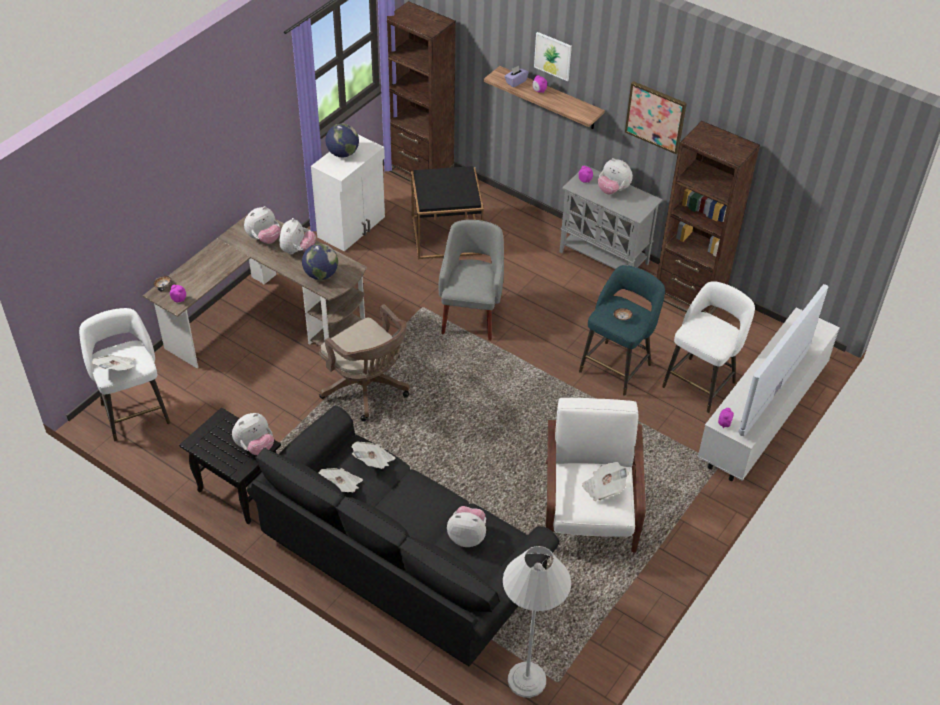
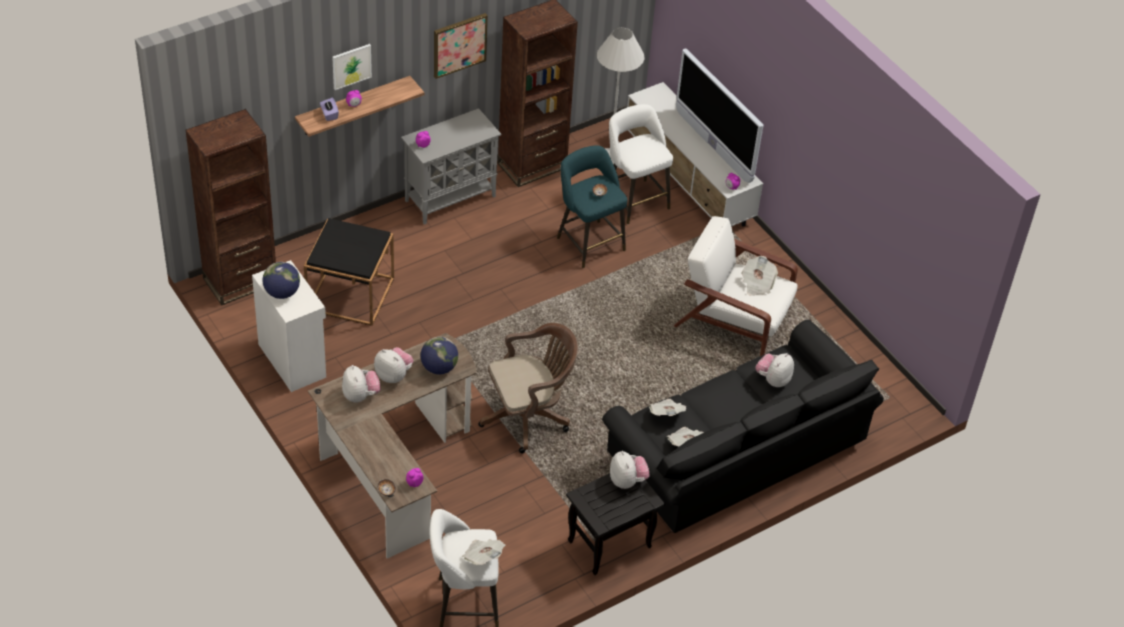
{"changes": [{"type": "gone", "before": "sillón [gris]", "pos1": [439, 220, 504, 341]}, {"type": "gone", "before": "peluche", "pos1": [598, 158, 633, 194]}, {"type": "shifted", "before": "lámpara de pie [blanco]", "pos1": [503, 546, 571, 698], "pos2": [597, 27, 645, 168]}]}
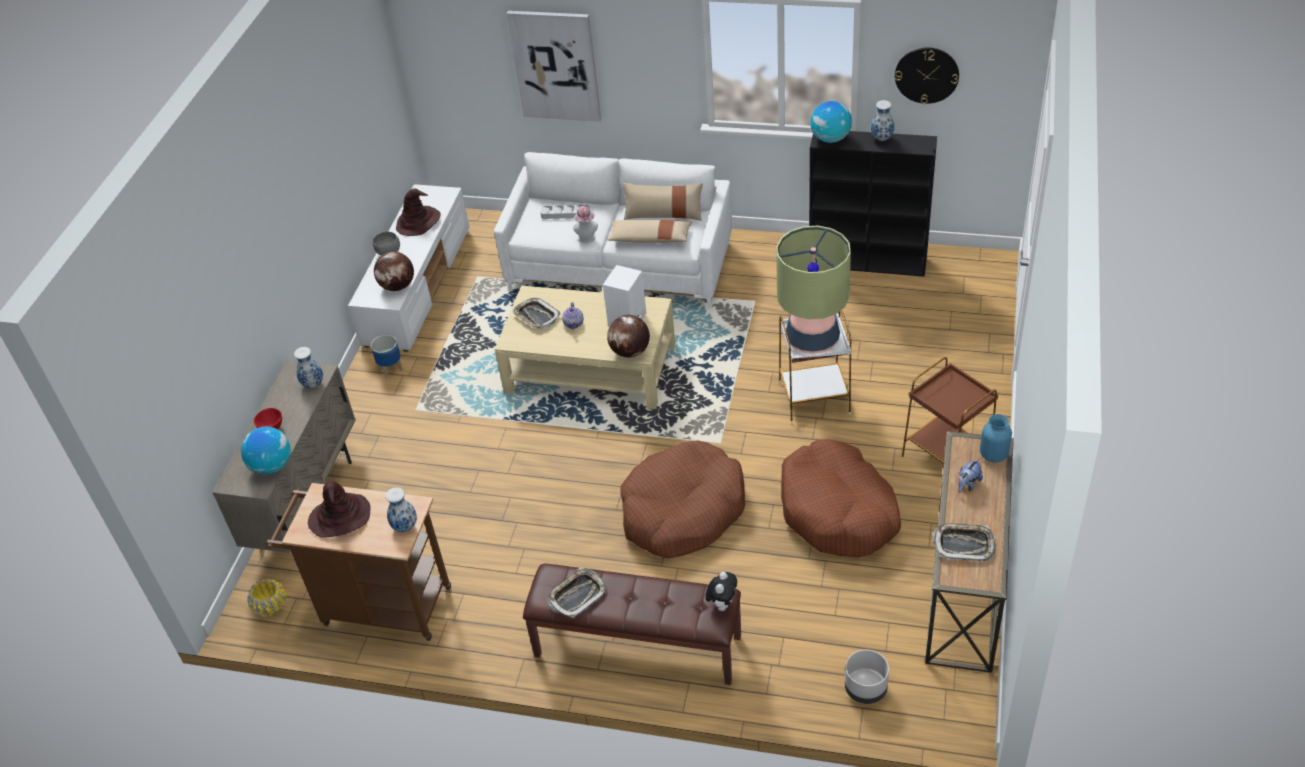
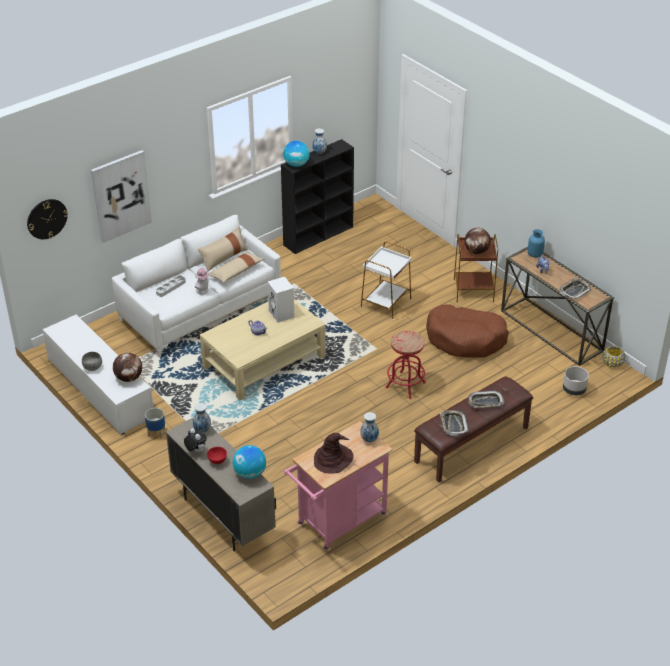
{"changes": [{"type": "gone", "before": "sombrero [marrón]", "pos1": [396, 189, 441, 236]}, {"type": "gone", "before": "lámpara de mesa", "pos1": [776, 225, 851, 354]}, {"type": "shifted", "before": "maceta [amarillo]", "pos1": [247, 579, 287, 617], "pos2": [602, 346, 626, 368]}, {"type": "shifted", "before": "bandeja", "pos1": [512, 298, 561, 329], "pos2": [468, 391, 504, 408]}, {"type": "shifted", "before": "globo terráqueo", "pos1": [607, 315, 650, 358], "pos2": [464, 228, 491, 254]}, {"type": "shifted", "before": "peluche", "pos1": [706, 572, 737, 611], "pos2": [184, 428, 207, 453]}, {"type": "shifted", "before": "reloj de pared", "pos1": [895, 47, 959, 104], "pos2": [27, 199, 68, 239]}, {"type": "swapped", "before": "cama para perro [marrón]", "after": "taburete [rojo]", "pos1": [620, 440, 745, 558], "pos2": [385, 331, 426, 399]}, {"type": "repainted", "before": "carrito [marrón]", "after": "carrito [rosa]", "pos1": [266, 483, 451, 641], "pos2": [284, 422, 393, 550]}]}
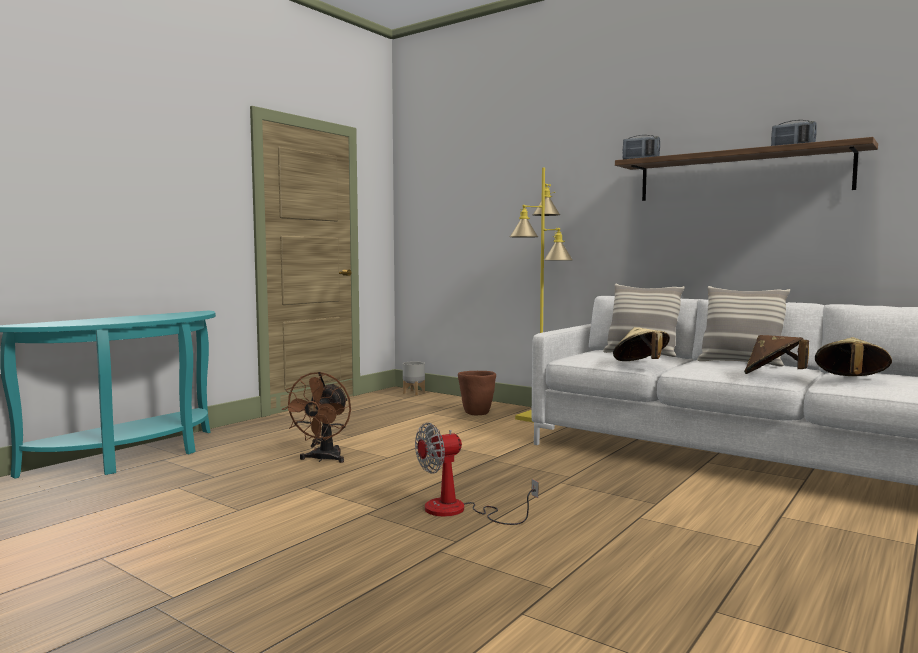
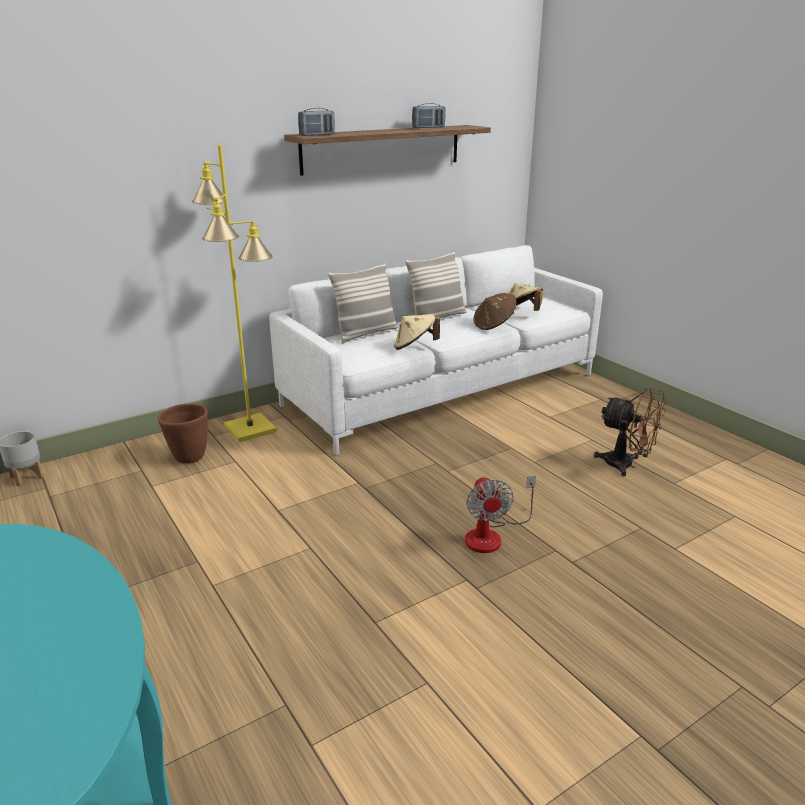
{"changes": [{"type": "shifted", "before": "ventilador [marrón]", "pos1": [282, 372, 351, 463], "pos2": [594, 387, 667, 477]}]}
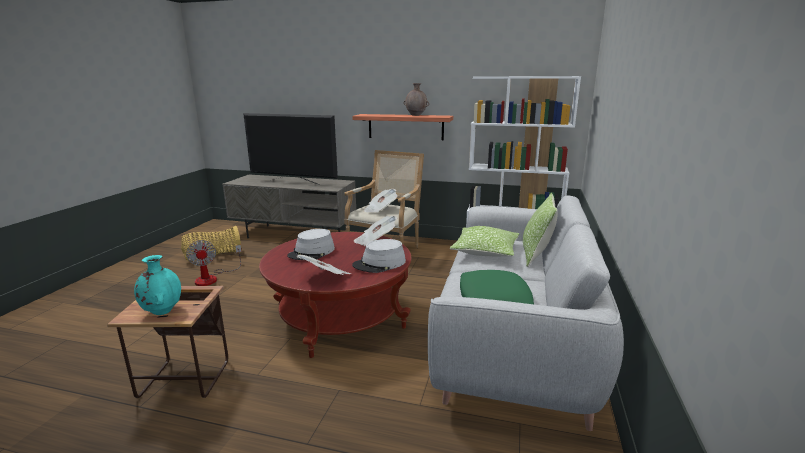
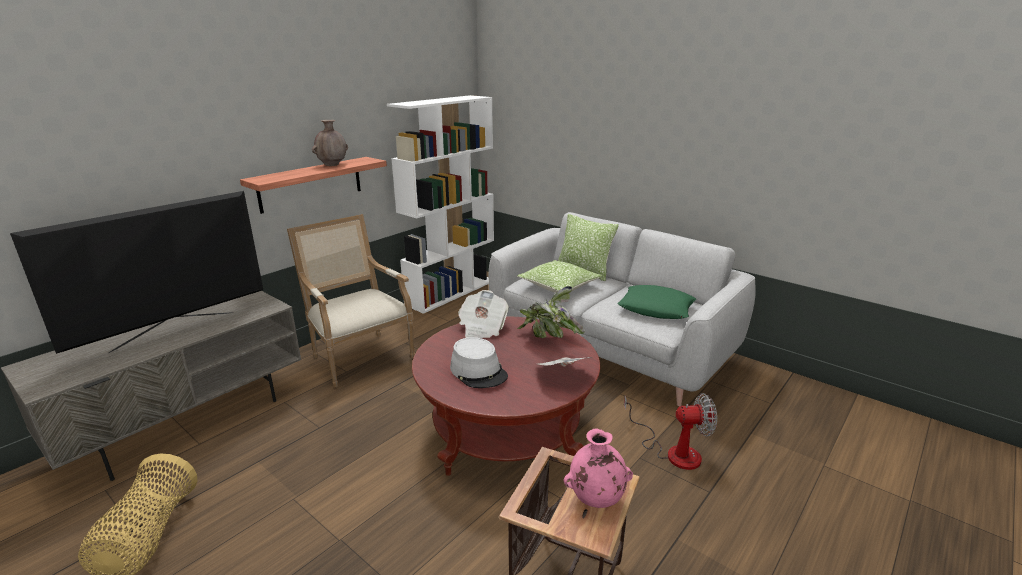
{"changes": [{"type": "gone", "before": "periódico", "pos1": [364, 189, 397, 213]}, {"type": "shifted", "before": "ventilador", "pos1": [186, 240, 242, 286], "pos2": [624, 393, 717, 470]}, {"type": "swapped", "before": "sombrero [gris]", "after": "planta en maceta", "pos1": [352, 239, 406, 273], "pos2": [517, 286, 585, 338]}, {"type": "repainted", "before": "florero [turquesa]", "after": "florero [rosa]", "pos1": [134, 255, 181, 315], "pos2": [564, 428, 633, 508]}]}
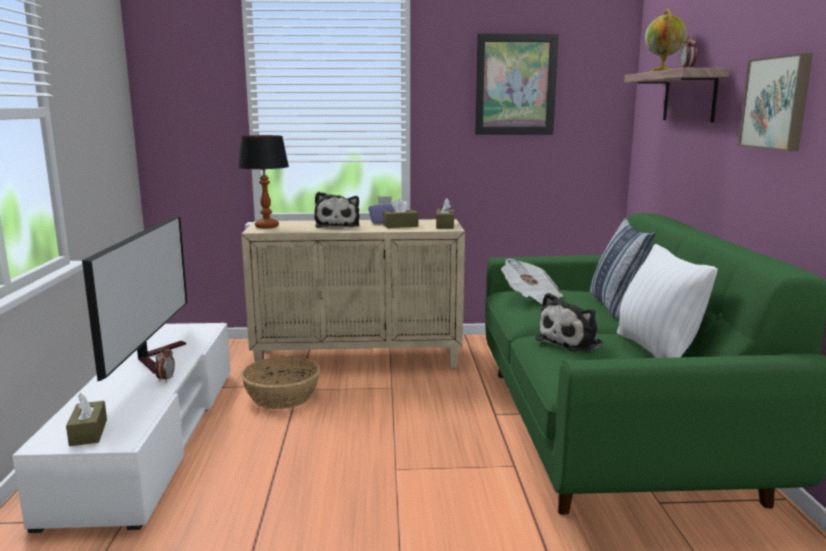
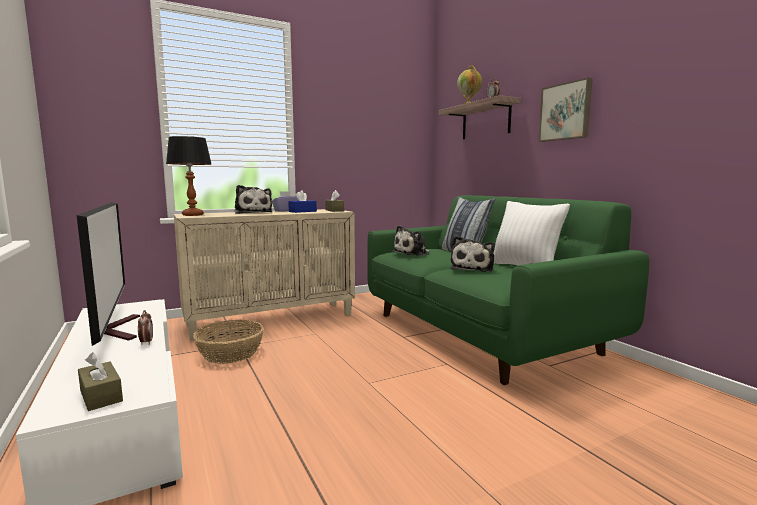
{"changes": [{"type": "gone", "before": "cuadro", "pos1": [475, 33, 558, 135]}, {"type": "swapped", "before": "periódico", "after": "peluche", "pos1": [501, 259, 563, 304], "pos2": [392, 225, 430, 256]}, {"type": "repainted", "before": "caja de pañuelos [marrón]", "after": "caja de pañuelos [azul]", "pos1": [383, 198, 419, 228], "pos2": [288, 190, 317, 213]}]}
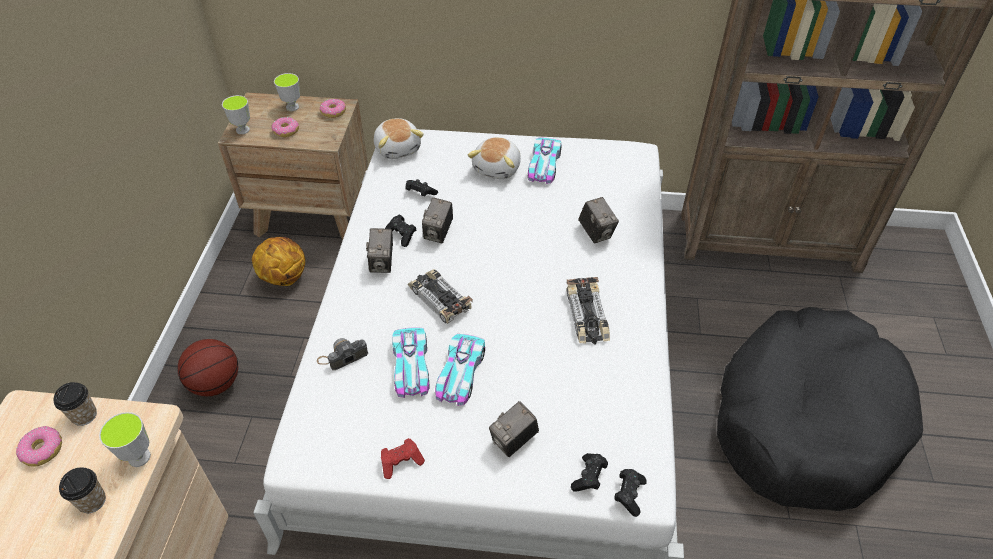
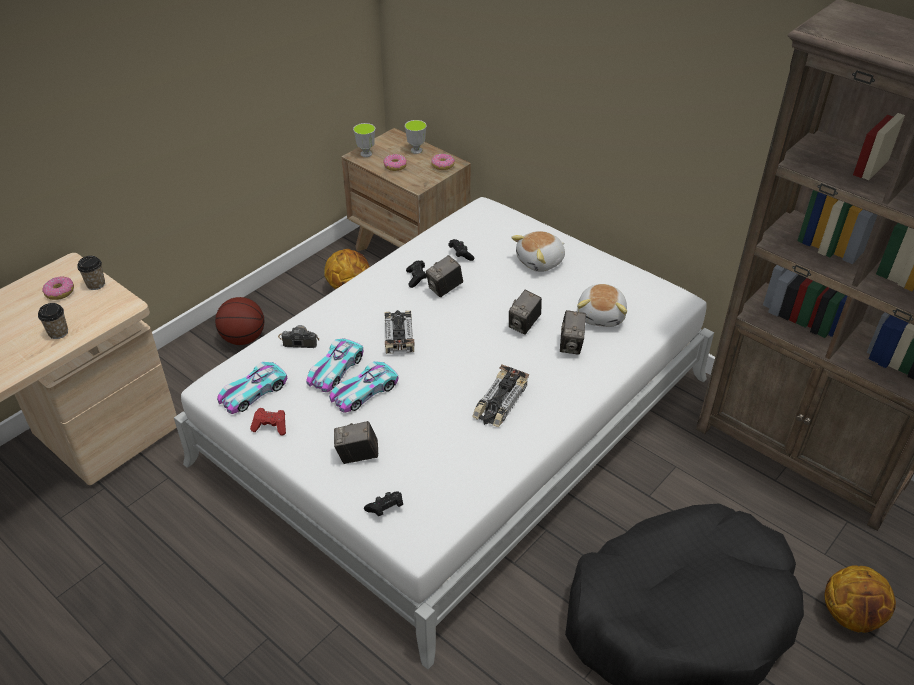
{"changes": [{"type": "gone", "before": "taza", "pos1": [99, 412, 151, 467]}, {"type": "gone", "before": "mando de consola [negro]", "pos1": [614, 469, 647, 517]}, {"type": "new", "after": "balón de baloncesto", "pos2": [825, 565, 896, 633]}, {"type": "shifted", "before": "cámara", "pos1": [366, 228, 393, 273], "pos2": [509, 290, 542, 335]}, {"type": "shifted", "before": "peluche", "pos1": [374, 118, 424, 159], "pos2": [577, 284, 627, 327]}, {"type": "shifted", "before": "coche de juguete", "pos1": [528, 138, 562, 184], "pos2": [217, 362, 287, 414]}]}
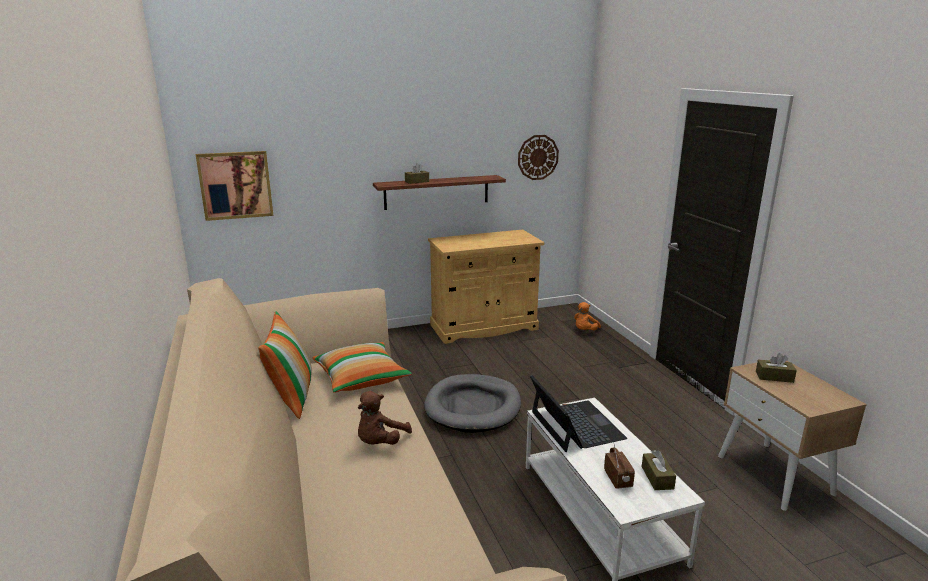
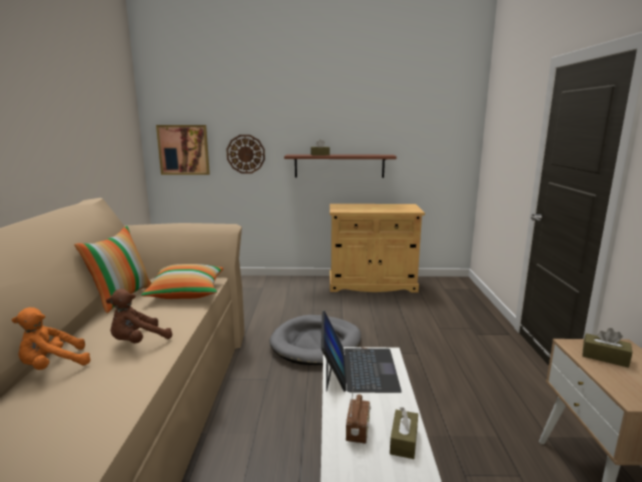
{"changes": [{"type": "shifted", "before": "reloj de pared", "pos1": [518, 135, 559, 180], "pos2": [226, 135, 265, 174]}, {"type": "shifted", "before": "peluche [naranja]", "pos1": [574, 302, 601, 330], "pos2": [12, 307, 90, 370]}]}
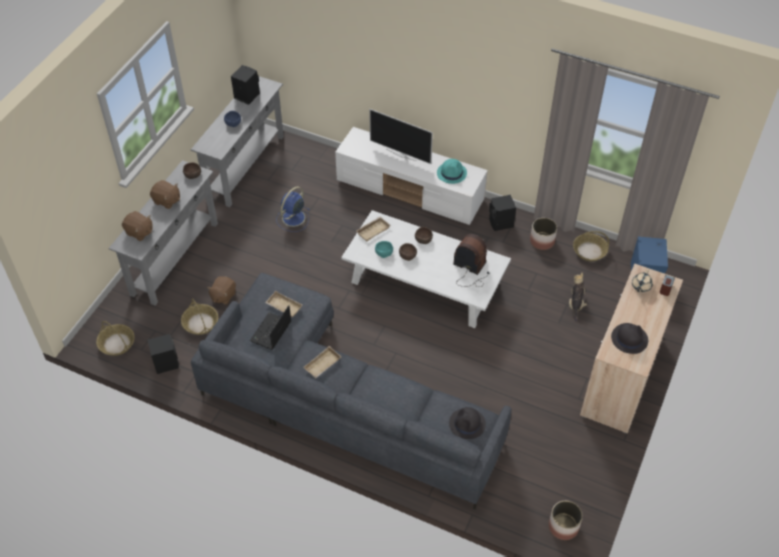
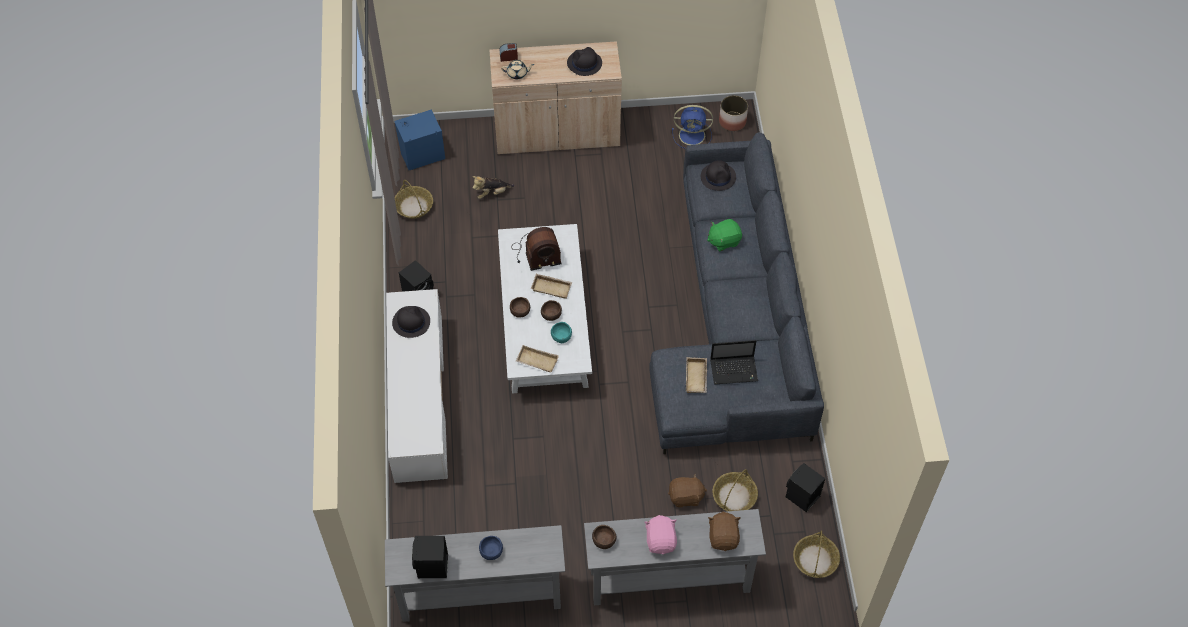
{"changes": [{"type": "gone", "before": "televisor", "pos1": [369, 109, 433, 164]}, {"type": "gone", "before": "maceta", "pos1": [530, 218, 557, 250]}, {"type": "new", "after": "peluche [verde]", "pos2": [707, 219, 742, 251]}, {"type": "shifted", "before": "ventilador [azul]", "pos1": [276, 187, 310, 232], "pos2": [672, 105, 713, 149]}, {"type": "shifted", "before": "bandeja [beis]", "pos1": [303, 346, 341, 378], "pos2": [531, 274, 572, 299]}, {"type": "repainted", "before": "peluche [marrón]", "after": "peluche [rosa]", "pos1": [150, 180, 180, 209], "pos2": [644, 515, 677, 554]}, {"type": "repainted", "before": "sombrero [turquesa]", "after": "sombrero [negro]", "pos1": [437, 159, 467, 184], "pos2": [392, 306, 430, 338]}, {"type": "rotated", "before": "radio", "pos1": [453, 234, 489, 287], "pos2": [511, 227, 561, 271], "turn": -105}]}
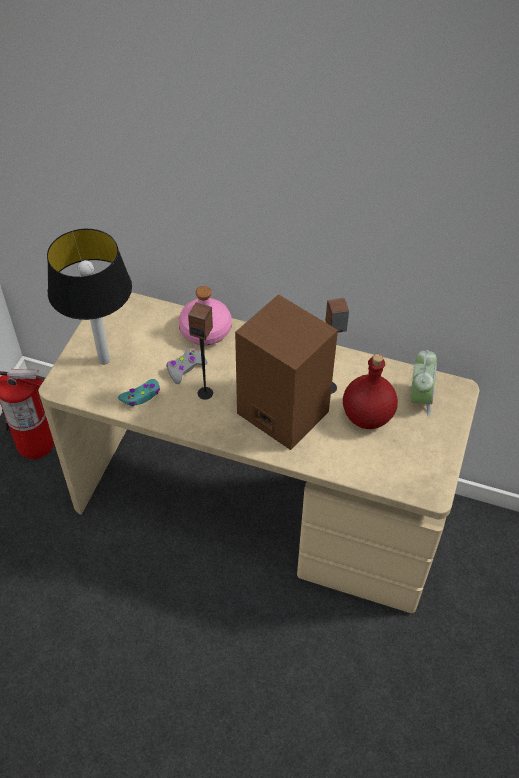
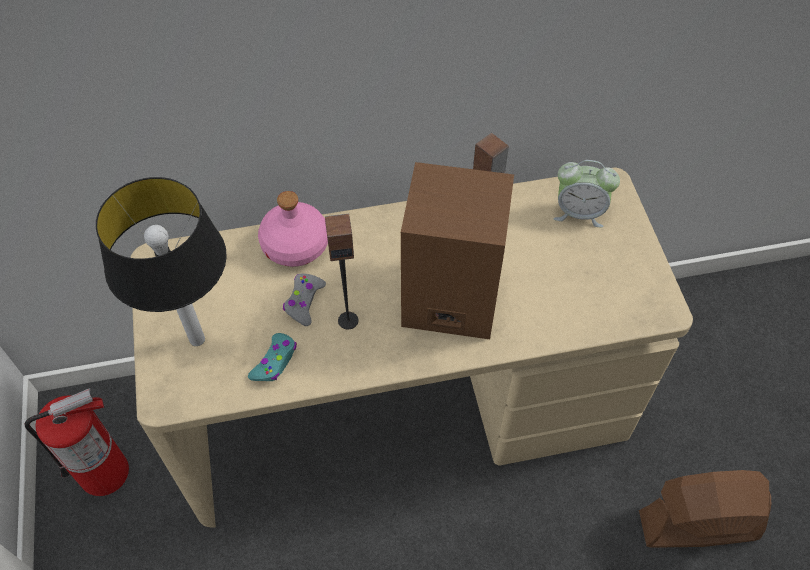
{"changes": [{"type": "gone", "before": "botella [rojo]", "pos1": [343, 354, 398, 429]}, {"type": "new", "after": "ventilador [marrón]", "pos2": [639, 470, 771, 548]}, {"type": "rotated", "before": "despertador", "pos1": [411, 350, 437, 416], "pos2": [553, 160, 620, 228], "turn": 120}]}
